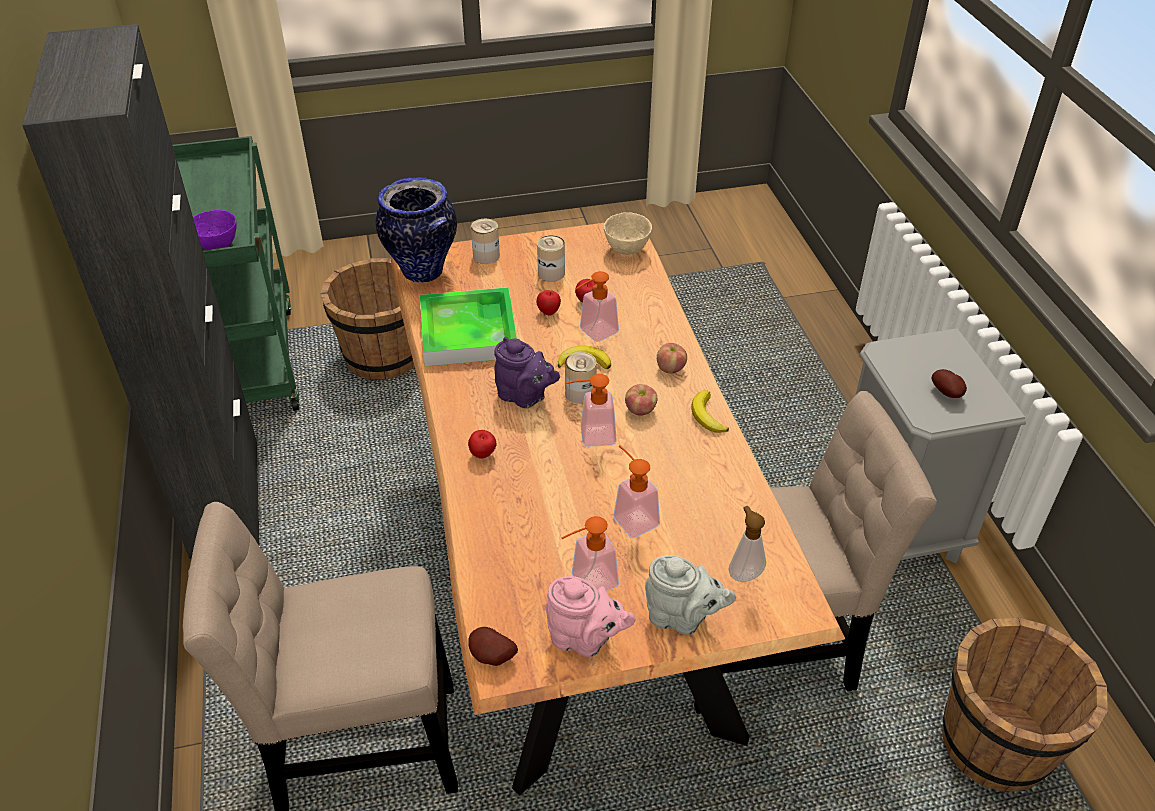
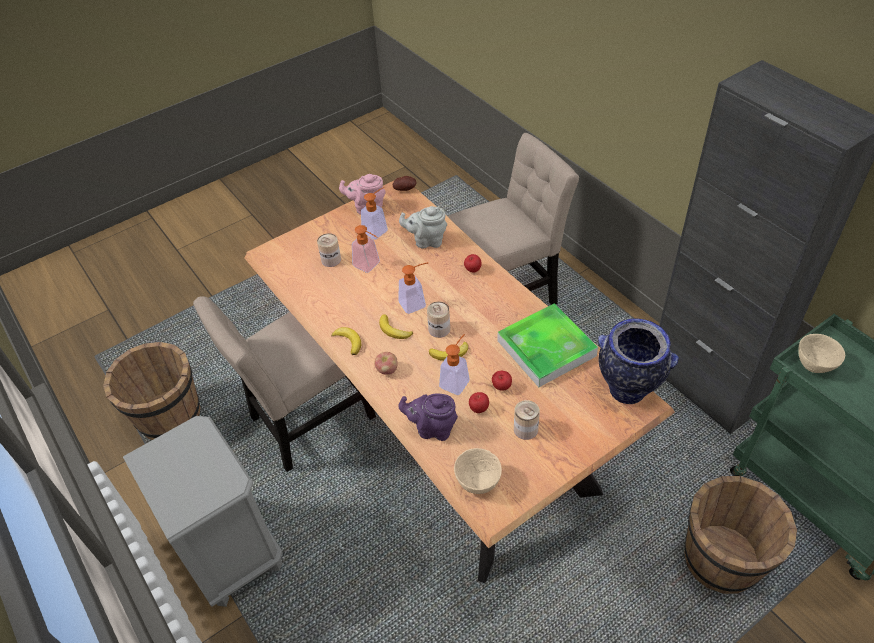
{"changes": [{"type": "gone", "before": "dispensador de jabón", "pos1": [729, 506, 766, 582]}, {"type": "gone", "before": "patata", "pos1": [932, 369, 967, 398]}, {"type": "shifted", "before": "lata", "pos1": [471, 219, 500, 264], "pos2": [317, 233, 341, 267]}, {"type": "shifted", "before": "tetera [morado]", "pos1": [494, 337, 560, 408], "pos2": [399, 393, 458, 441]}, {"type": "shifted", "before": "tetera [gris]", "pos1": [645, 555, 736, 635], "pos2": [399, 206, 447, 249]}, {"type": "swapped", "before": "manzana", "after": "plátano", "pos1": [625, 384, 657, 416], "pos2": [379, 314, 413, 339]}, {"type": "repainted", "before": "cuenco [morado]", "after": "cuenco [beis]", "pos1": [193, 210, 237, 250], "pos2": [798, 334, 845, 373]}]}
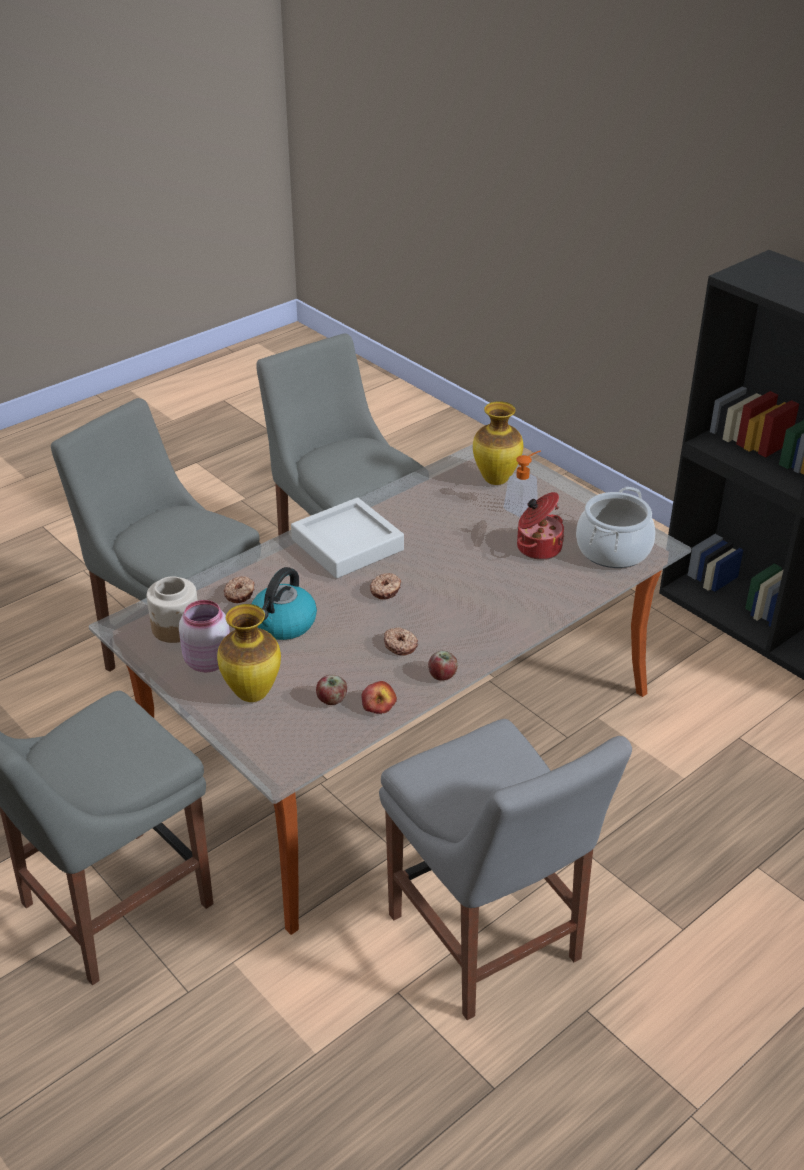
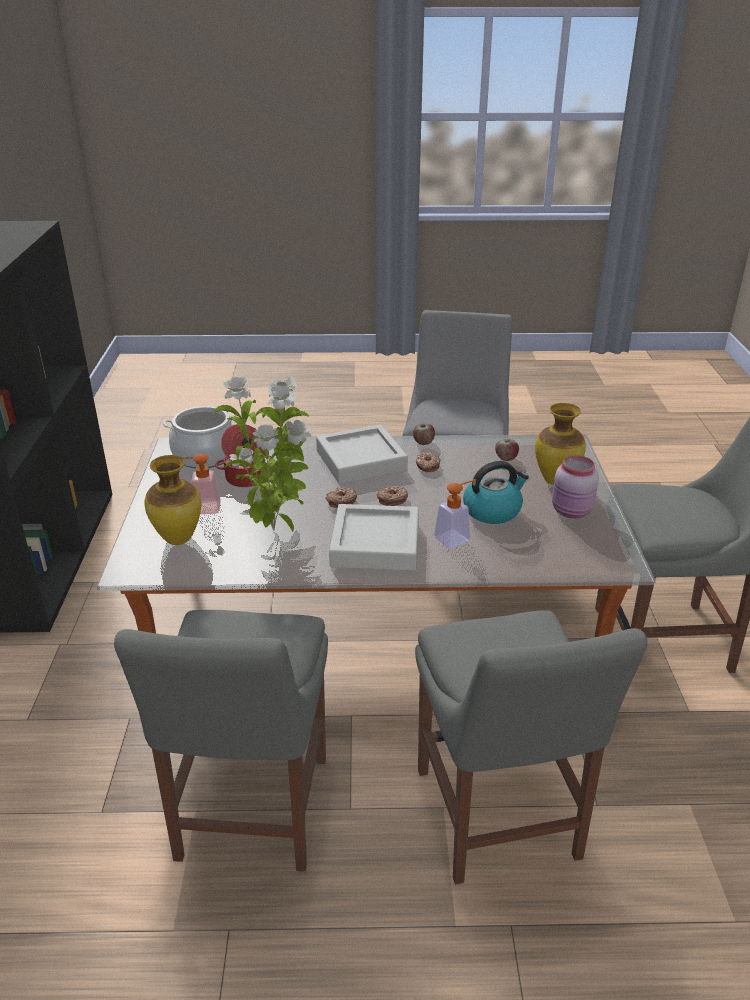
{"changes": [{"type": "gone", "before": "tarro", "pos1": [147, 576, 198, 643]}, {"type": "gone", "before": "manzana", "pos1": [361, 681, 397, 714]}, {"type": "new", "after": "planta en maceta", "pos2": [213, 376, 312, 532]}, {"type": "new", "after": "bandeja [gris]", "pos2": [316, 425, 408, 484]}, {"type": "new", "after": "dispensador de jabón", "pos2": [434, 480, 476, 548]}, {"type": "shifted", "before": "rosquilla", "pos1": [223, 576, 255, 603], "pos2": [325, 487, 357, 508]}]}
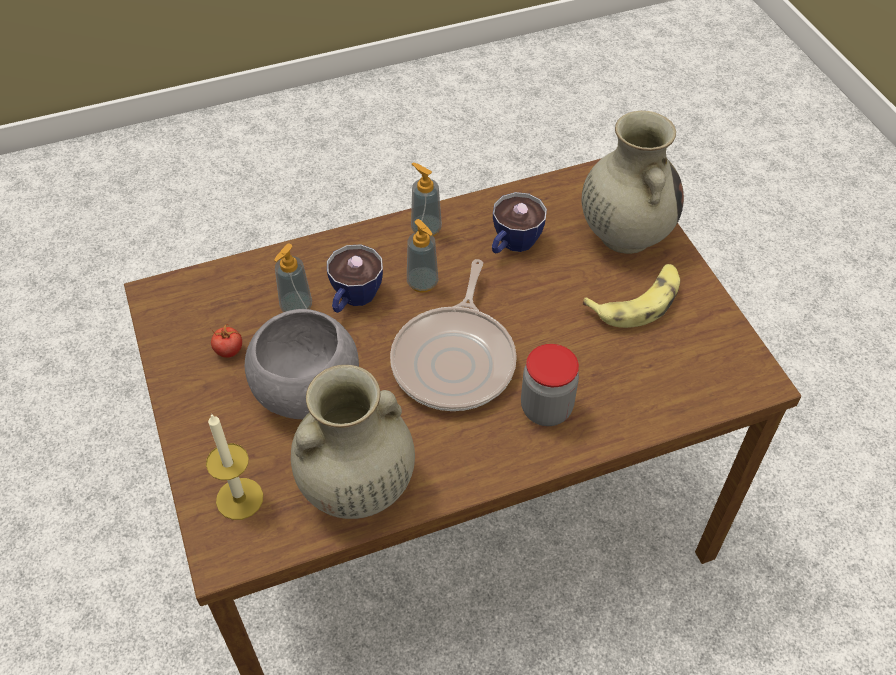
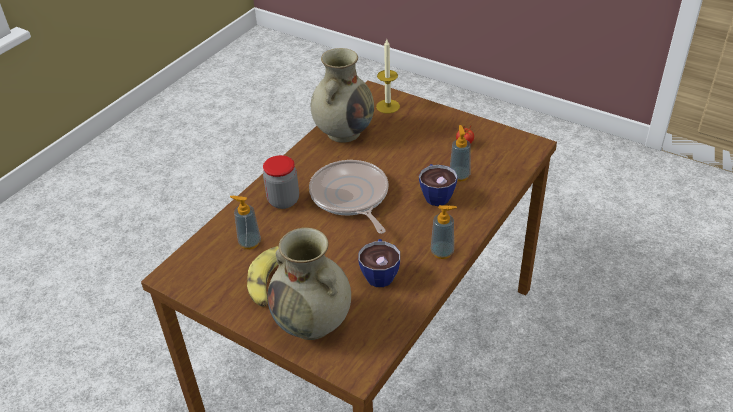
{"changes": [{"type": "gone", "before": "cuenco [gris]", "pos1": [245, 309, 359, 419]}, {"type": "shifted", "before": "dispensador de jabón", "pos1": [407, 219, 438, 293], "pos2": [230, 196, 261, 249]}]}
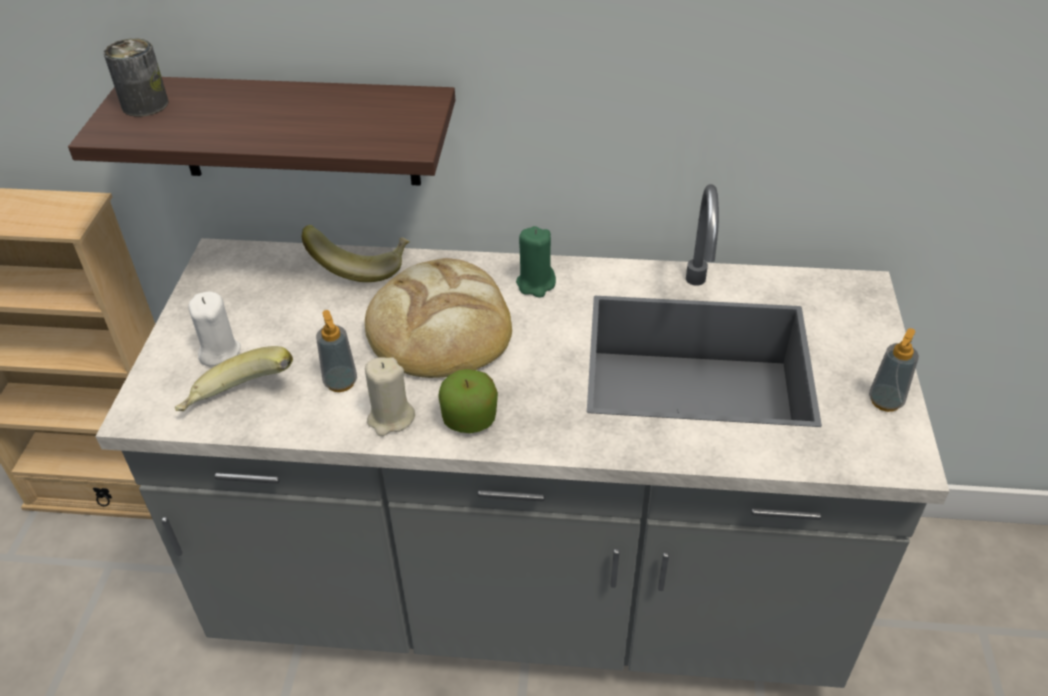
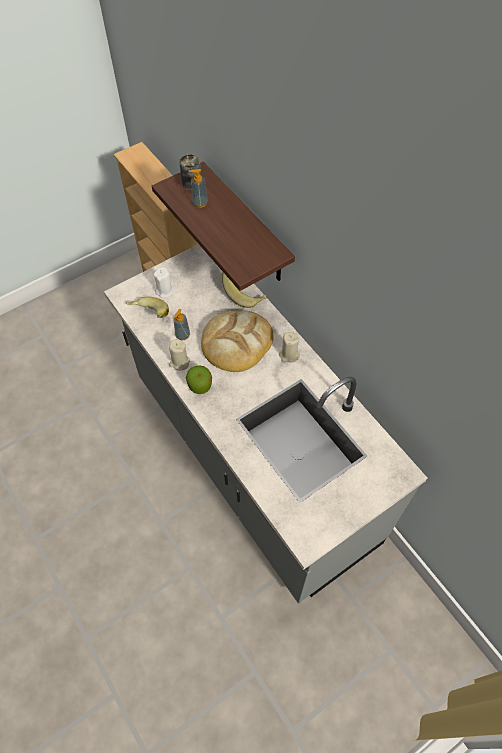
{"changes": [{"type": "shifted", "before": "dispensador de jabón", "pos1": [869, 328, 919, 412], "pos2": [189, 169, 208, 208]}, {"type": "repainted", "before": "vela [verde]", "after": "vela [beis]", "pos1": [516, 226, 556, 298], "pos2": [279, 332, 300, 363]}]}
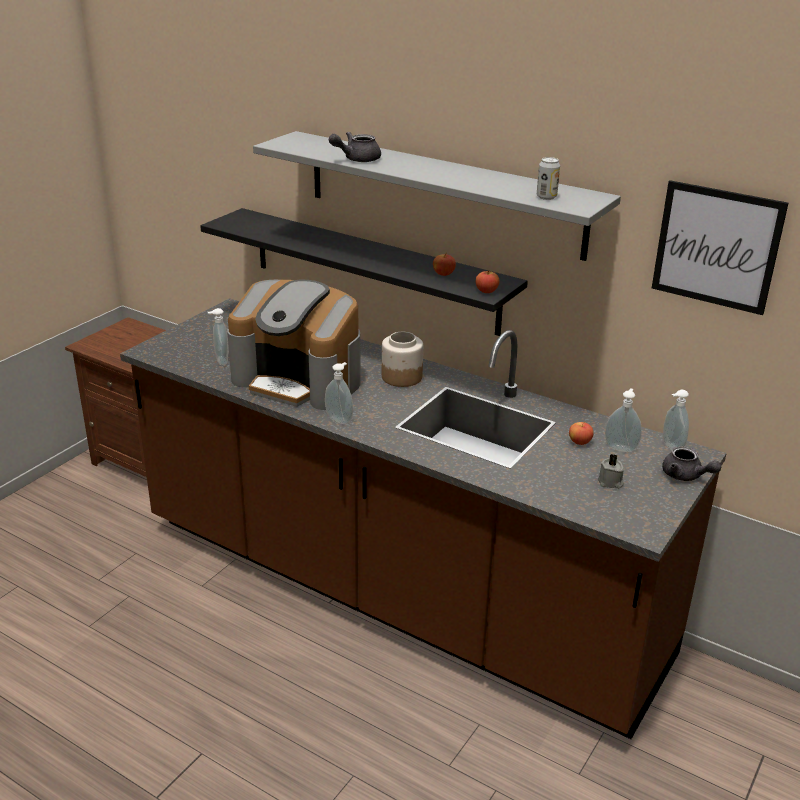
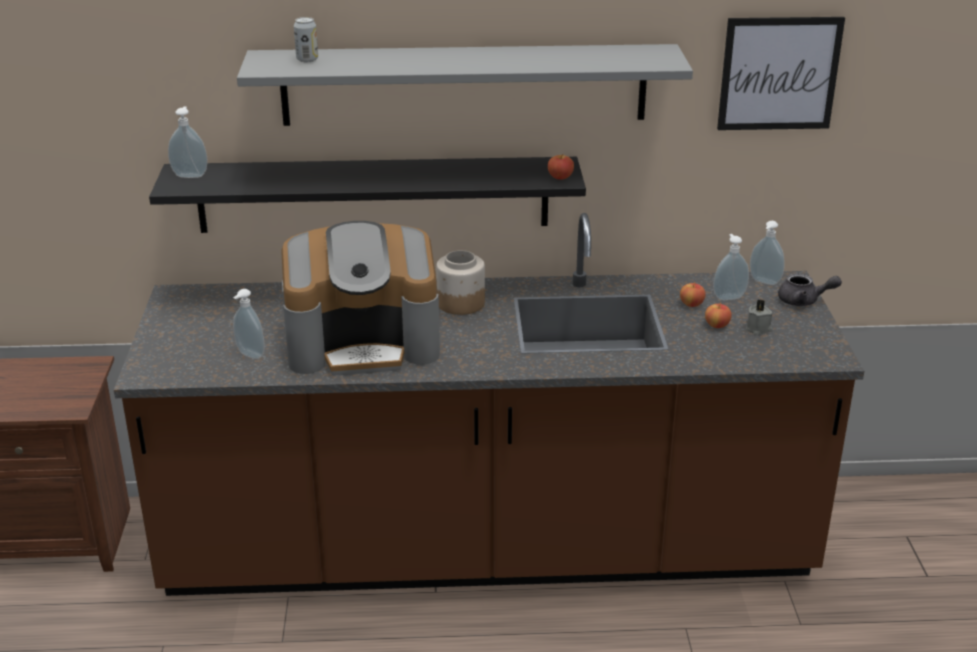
{"changes": [{"type": "gone", "before": "tetera [gris]", "pos1": [329, 132, 381, 162]}, {"type": "shifted", "before": "dispensador de jabón", "pos1": [325, 362, 353, 424], "pos2": [168, 107, 208, 178]}, {"type": "shifted", "before": "manzana", "pos1": [433, 252, 456, 276], "pos2": [705, 302, 732, 328]}, {"type": "shifted", "before": "lata", "pos1": [537, 157, 560, 200], "pos2": [294, 17, 318, 62]}]}
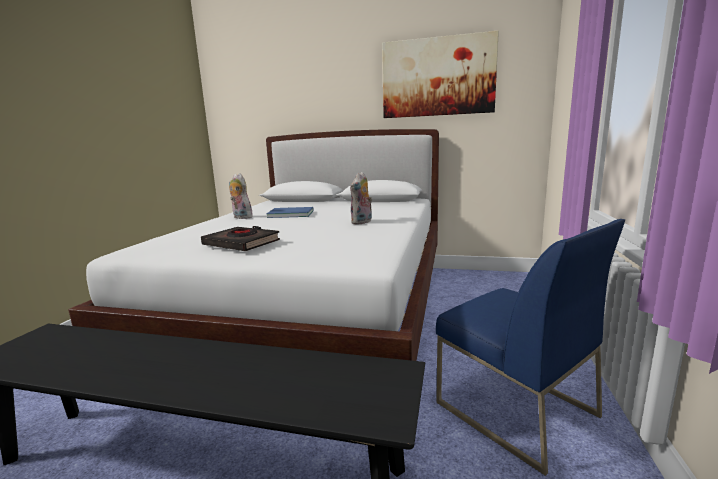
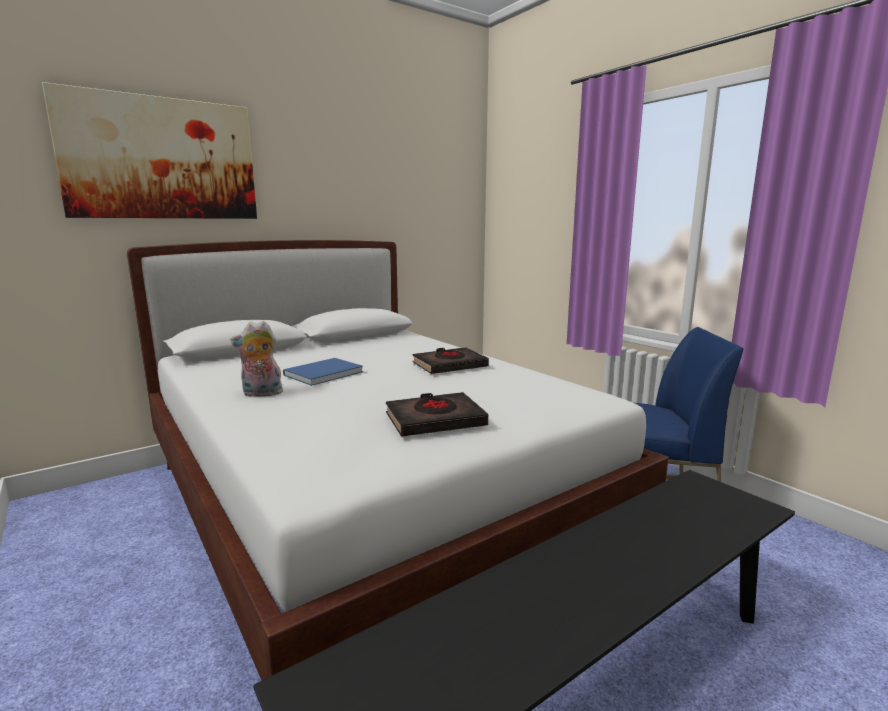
{"changes": [{"type": "shifted", "before": "cuadro", "pos1": [382, 31, 499, 118], "pos2": [42, 82, 257, 219]}, {"type": "swapped", "before": "peluche", "after": "libro [negro]", "pos1": [350, 172, 372, 225], "pos2": [413, 347, 489, 374]}]}
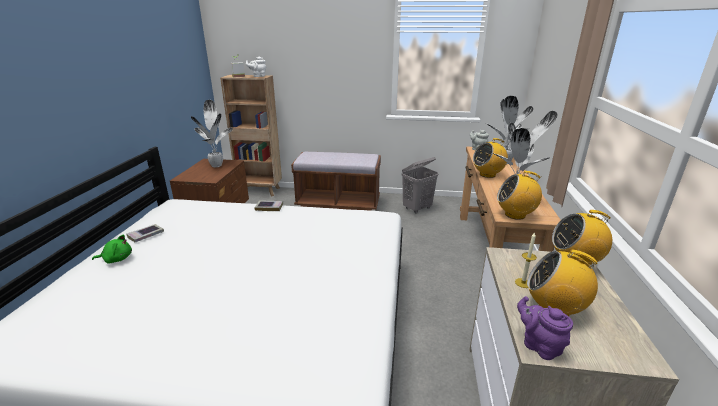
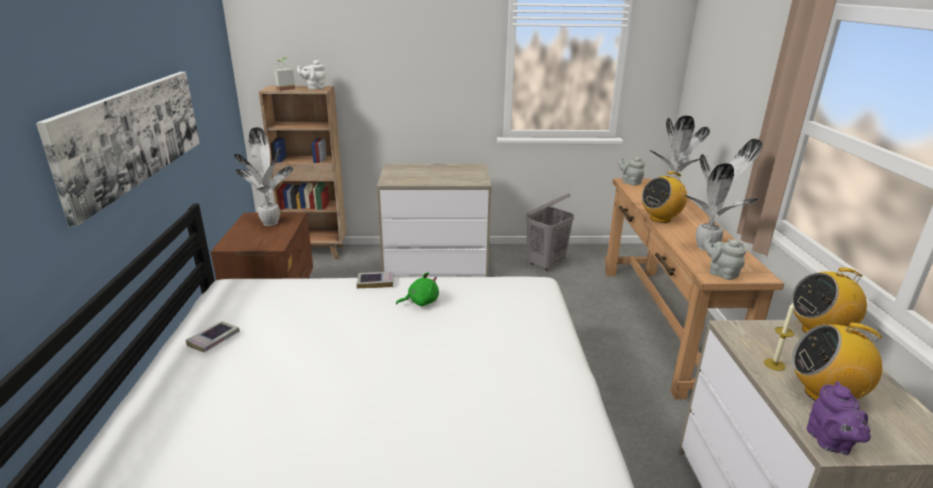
{"changes": [{"type": "new", "after": "cuadro", "pos2": [36, 72, 200, 226]}, {"type": "shifted", "before": "peluche [verde]", "pos1": [92, 235, 132, 264], "pos2": [396, 272, 439, 306]}, {"type": "swapped", "before": "banco [marrón]", "after": "cómoda", "pos1": [291, 152, 381, 211], "pos2": [377, 164, 492, 277]}, {"type": "swapped", "before": "radio", "after": "tetera [gris]", "pos1": [497, 171, 542, 220], "pos2": [704, 237, 747, 280]}, {"type": "rotated", "before": "tetera [morado]", "pos1": [517, 296, 573, 360], "pos2": [807, 381, 871, 455], "turn": -135}]}
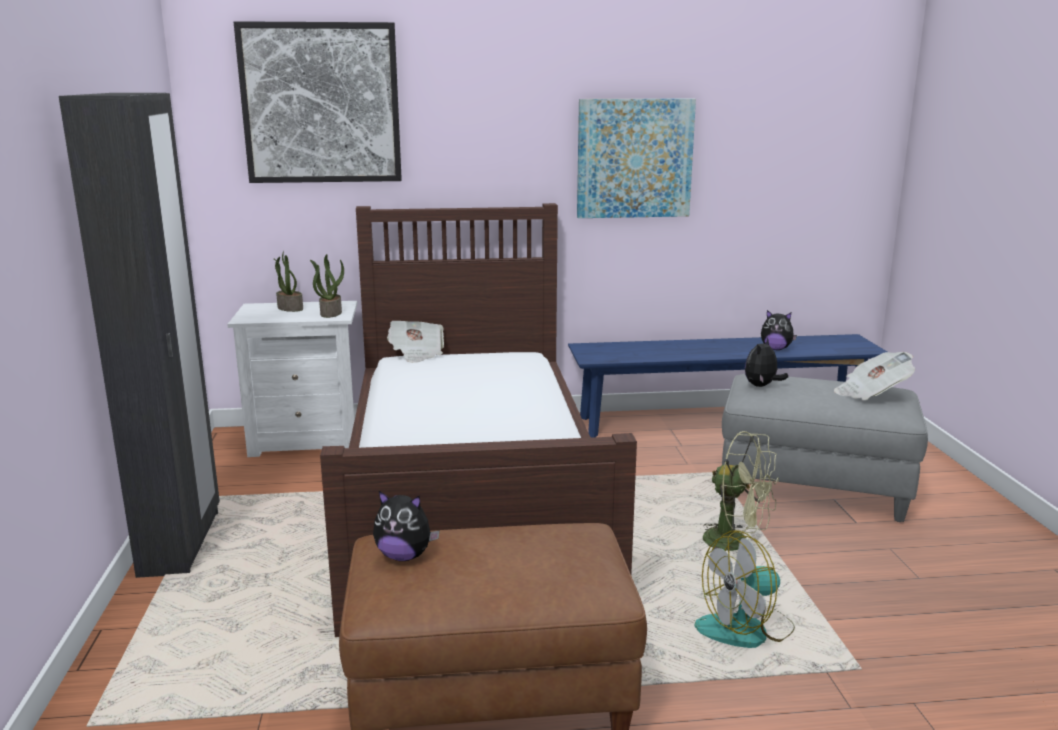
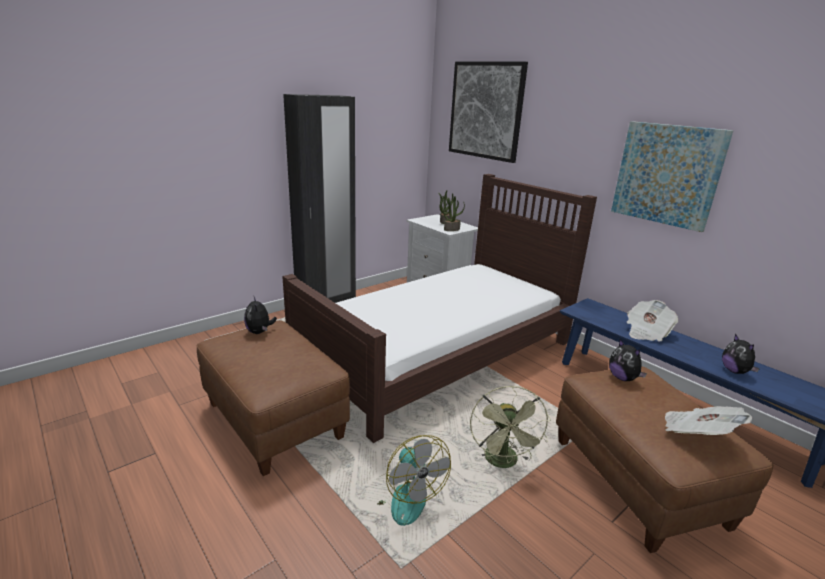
{"changes": [{"type": "shifted", "before": "periódico", "pos1": [387, 321, 444, 363], "pos2": [627, 300, 678, 342]}, {"type": "repainted", "before": "puf [gris]", "after": "puf [marrón]", "pos1": [722, 374, 928, 522], "pos2": [556, 366, 774, 553]}, {"type": "rotated", "before": "ventilador", "pos1": [695, 530, 795, 648], "pos2": [377, 435, 451, 526], "turn": -150}, {"type": "rotated", "before": "peluche", "pos1": [745, 337, 788, 387], "pos2": [609, 339, 647, 381], "turn": -120}]}
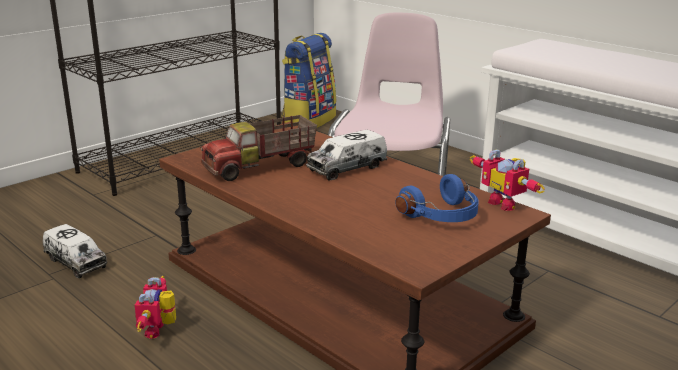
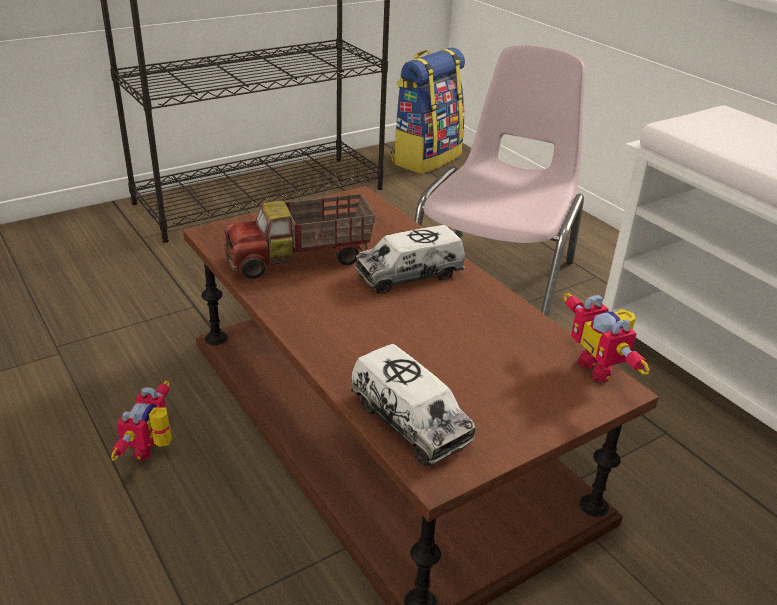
{"changes": [{"type": "gone", "before": "auriculares [azul]", "pos1": [395, 174, 479, 222]}, {"type": "shifted", "before": "camión de juguete", "pos1": [43, 224, 107, 278], "pos2": [350, 344, 476, 466]}]}
